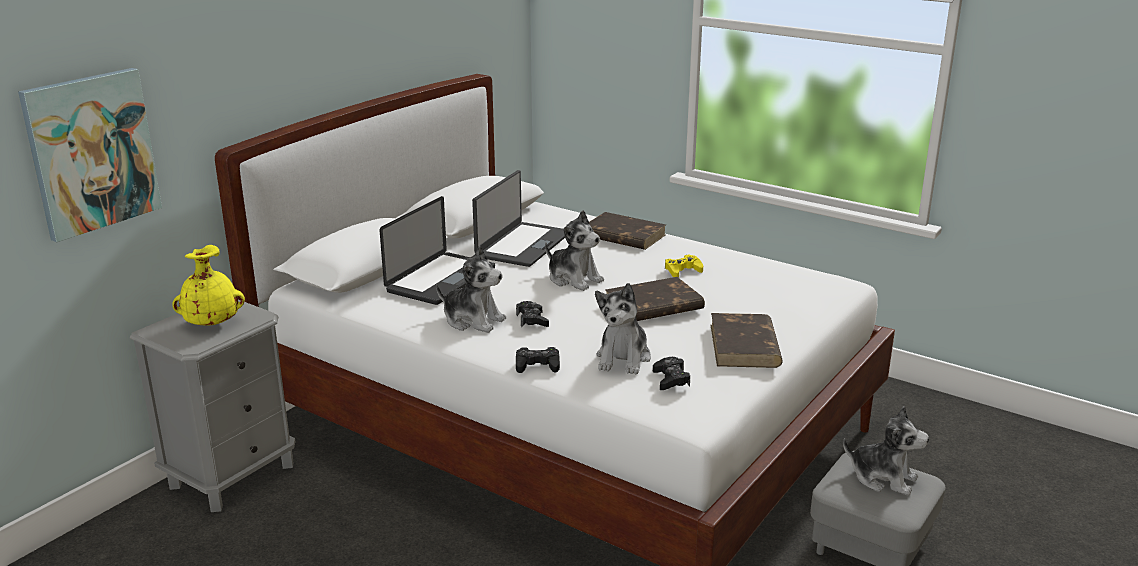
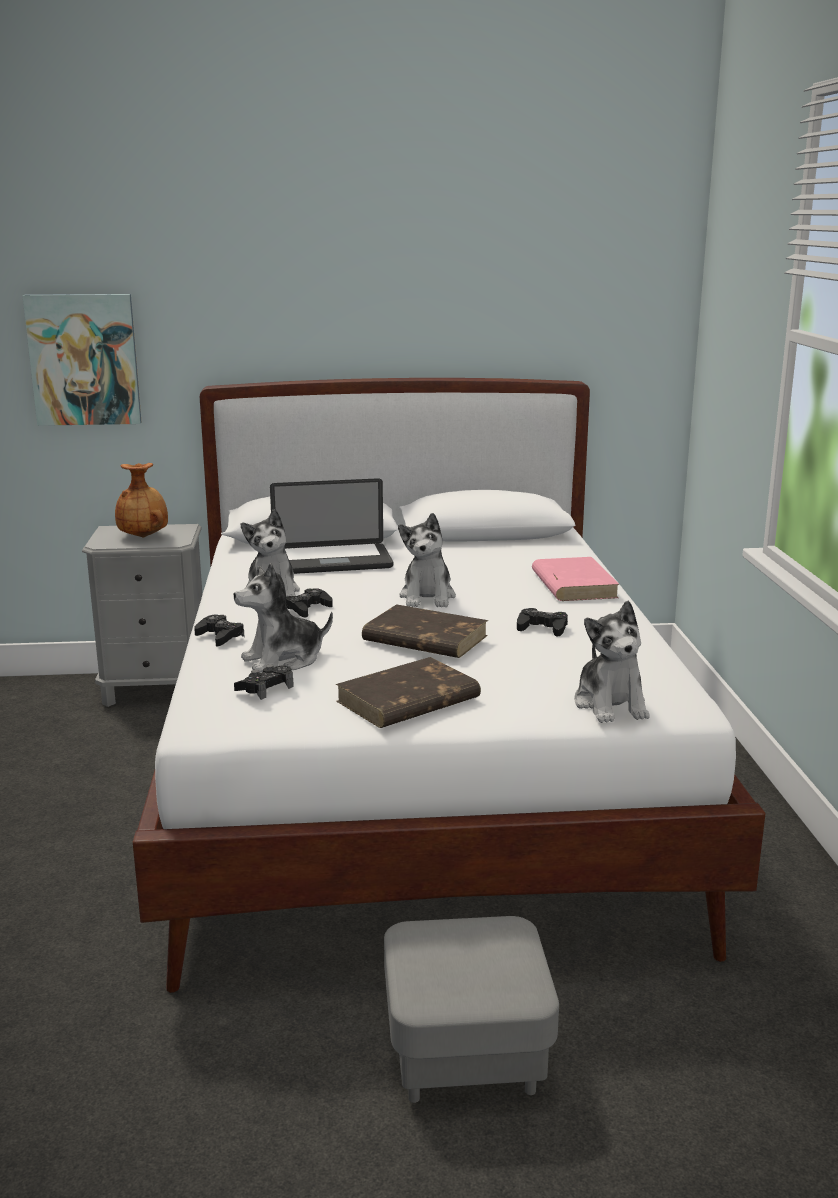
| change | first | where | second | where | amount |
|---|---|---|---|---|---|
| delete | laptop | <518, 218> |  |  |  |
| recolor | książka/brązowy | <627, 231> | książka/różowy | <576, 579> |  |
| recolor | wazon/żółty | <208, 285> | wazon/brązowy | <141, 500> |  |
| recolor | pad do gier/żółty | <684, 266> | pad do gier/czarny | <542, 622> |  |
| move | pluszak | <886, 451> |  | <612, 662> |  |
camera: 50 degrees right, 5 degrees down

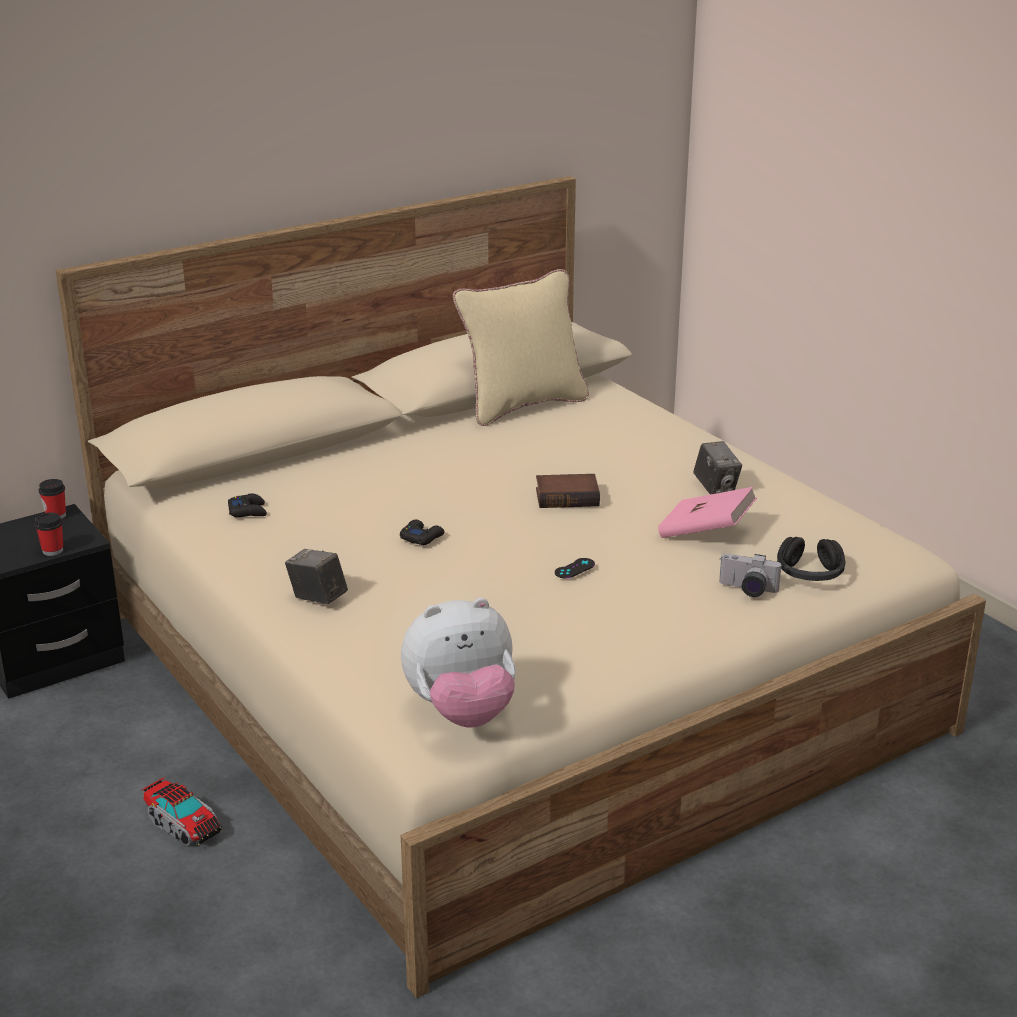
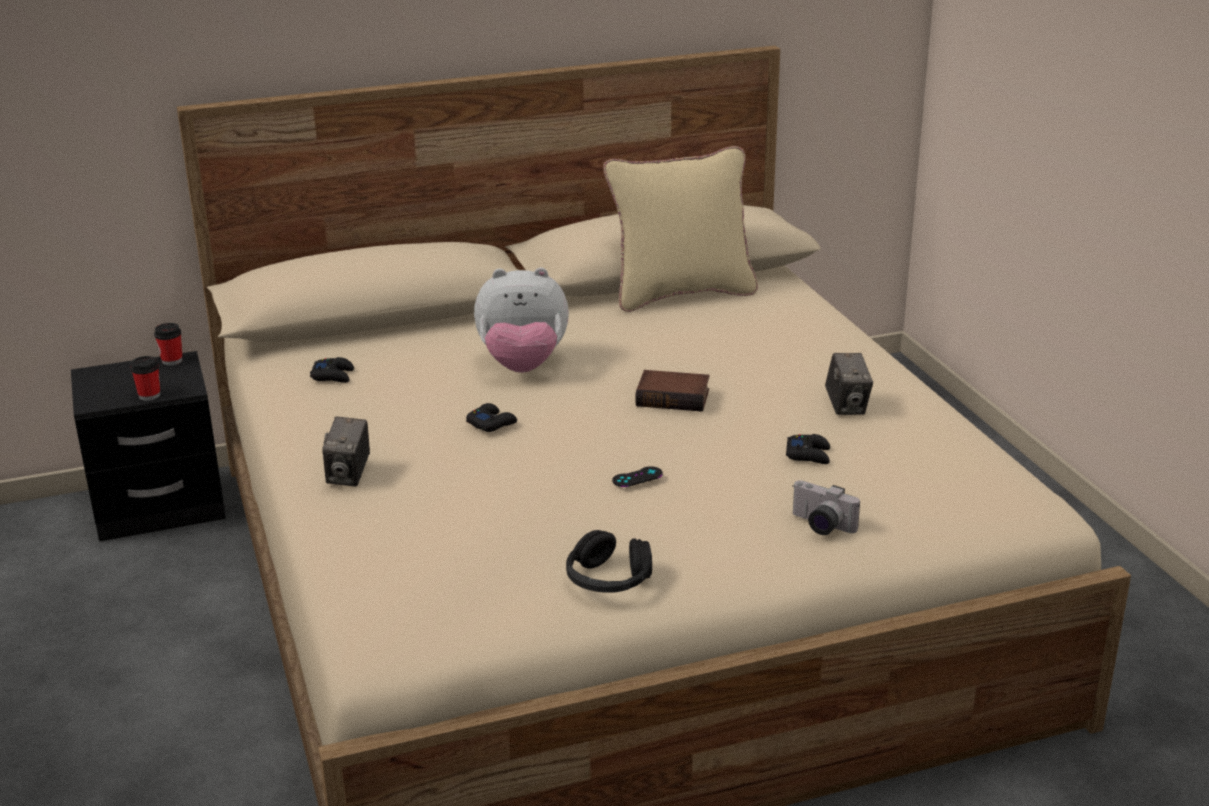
| change | first | where | second | where | amount |
|---|---|---|---|---|---|
| replace | książka/różowy | <707, 512> | pad do gier/czarny | <808, 449> |  |
| move | słuchawki/czarny | <811, 559> |  | <609, 561> |  |
| rotate | aparat fotograficzny | <316, 576> |  | <346, 451> | 135 degrees counterclockwise |
| move | pluszak | <458, 663> |  | <521, 320> |  |
| delete | ciężarówka zabawkowa | <182, 812> |  |  |  |
camera: 15 degrees right, 0 degrees up

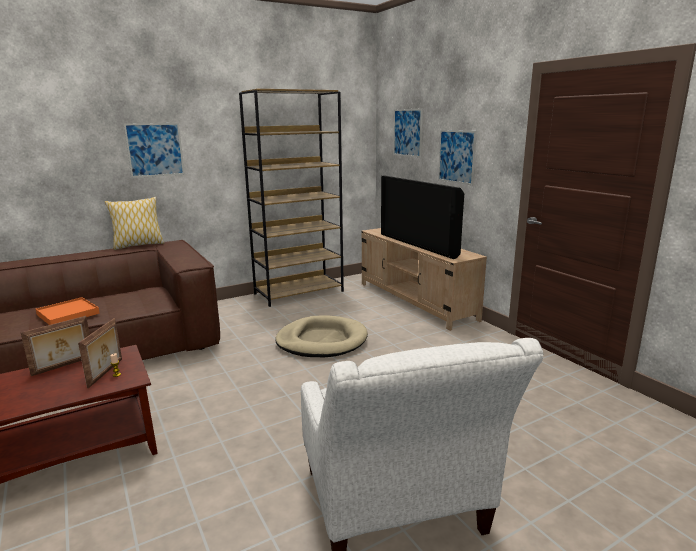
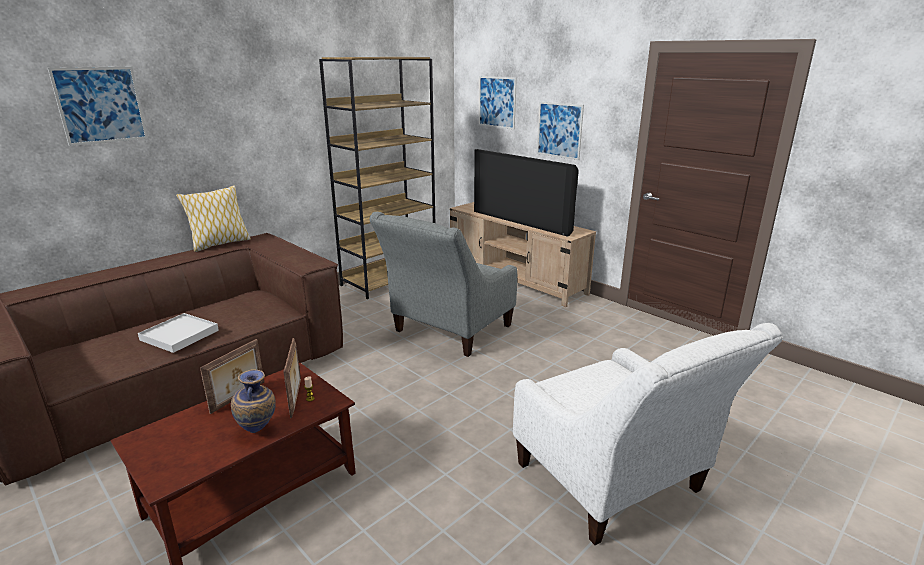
| change | first | where | second | where | amount |
|---|---|---|---|---|---|
| move | obraz | <154, 150> |  | <98, 106> |  |
| recolor | taca/pomarańczowy | <68, 311> | taca/biały | <178, 333> |  |
| replace | legowisko/beżowy | <321, 336> | fotel/szary | <443, 284> |  |
| insert |  |  | wazon | <253, 401> |  |
camera: 15 degrees left, 5 degrees up

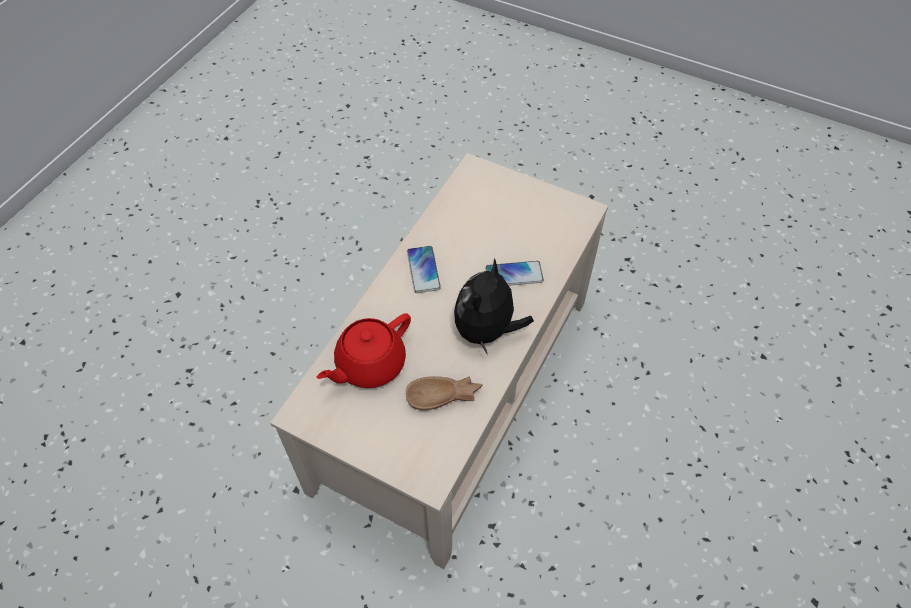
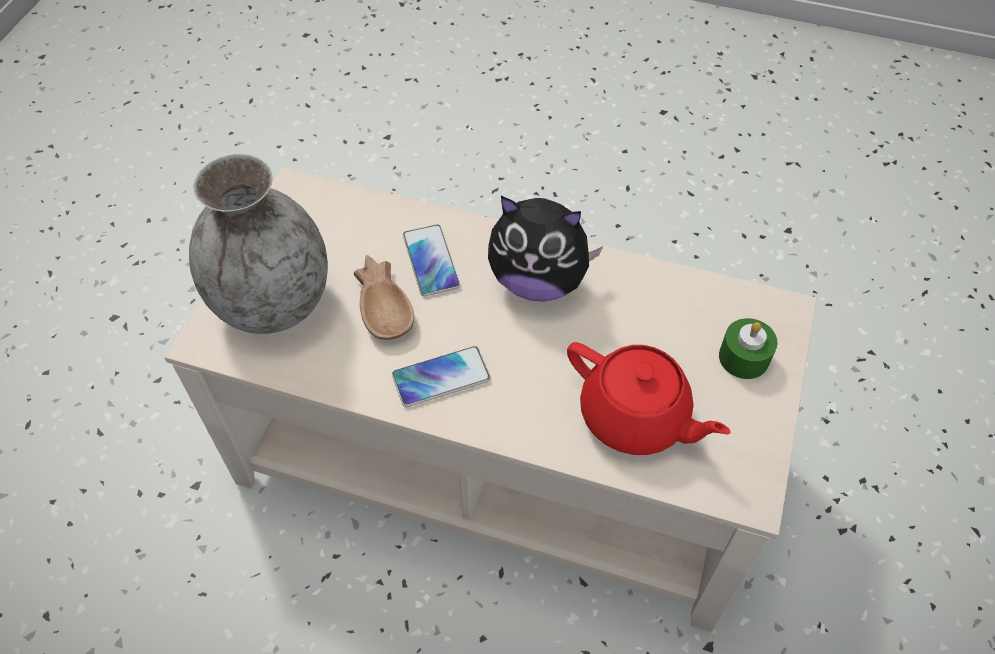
| change | first | where | second | where | amount |
|---|---|---|---|---|---|
| move | miska/brązowy | <444, 393> |  | <384, 297> |  |
| insert |  |  | wazon/szary | <258, 244> |  |
| insert |  |  | świeca/zielony | <748, 348> |  |
camera: 100 degrees left, 0 degrees up

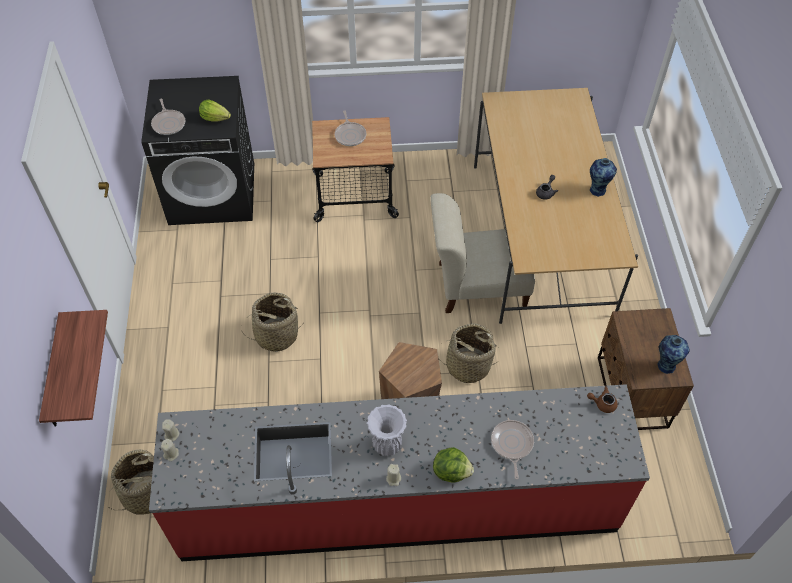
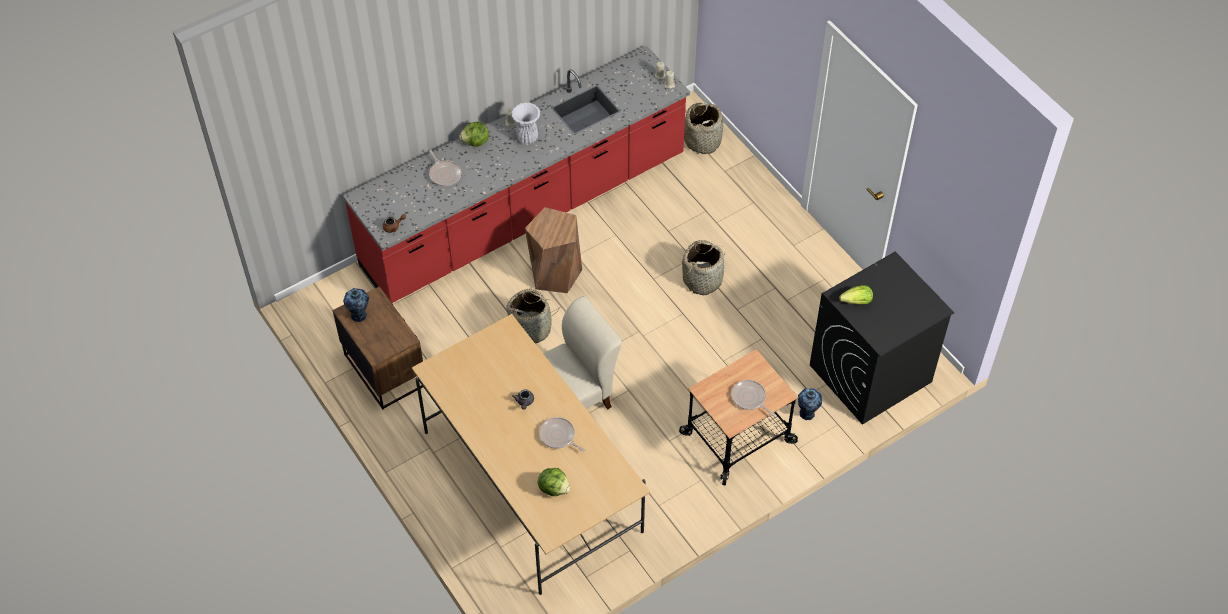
| change | first | where | second | where | amount |
|---|---|---|---|---|---|
| move | patelnia | <168, 116> |  | <562, 434> |  |
| move | wazon | <603, 177> |  | <810, 404> |  |
| delete | półka | <73, 368> |  |  |  |
| insert |  |  | sałata | <554, 482> |  |
camera: 150 degrees right, 0 degrees up

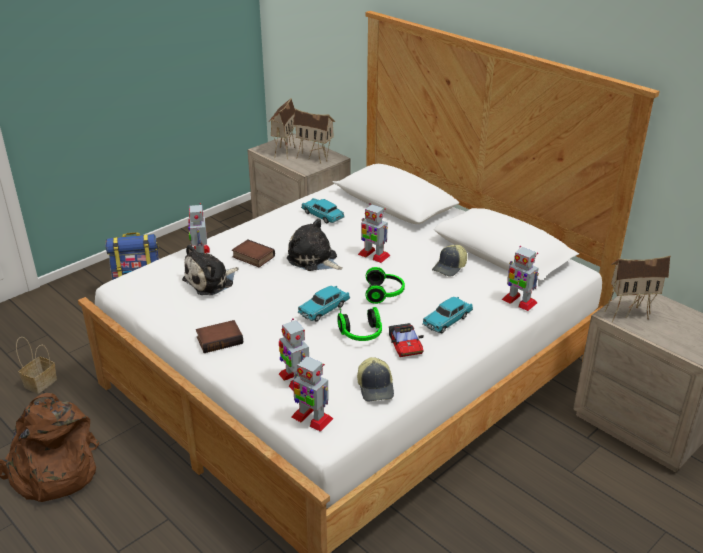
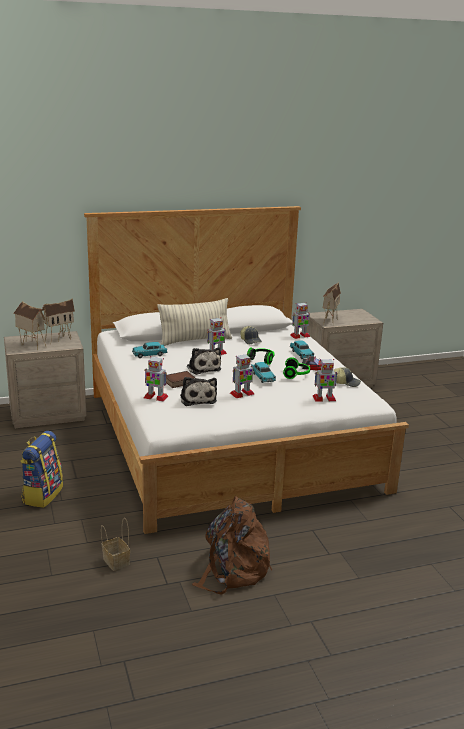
| change | first | where | second | where | amount |
|---|---|---|---|---|---|
| rotate | pluszak | <315, 244> |  | <204, 361> | 90 degrees counterclockwise |
| delete | książka | <219, 336> |  |  |  |
| move | robot zabawkowy | <312, 393> |  | <242, 376> |  |
| insert |  |  | poduszka | <194, 322> |  |
camera: 65 degrees left, 10 degrees down

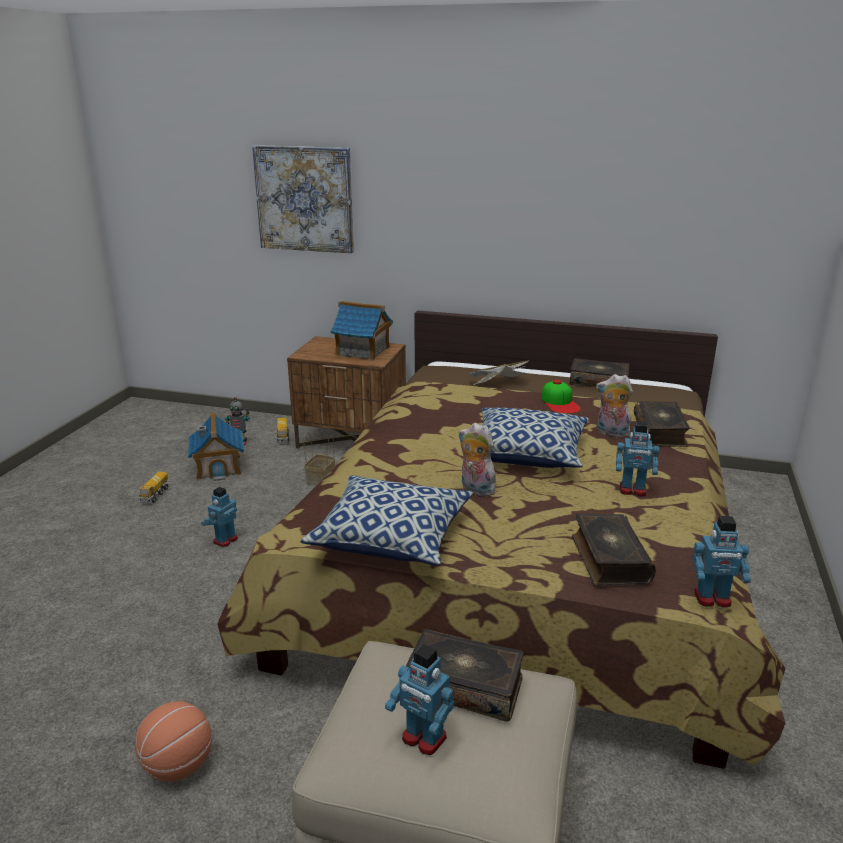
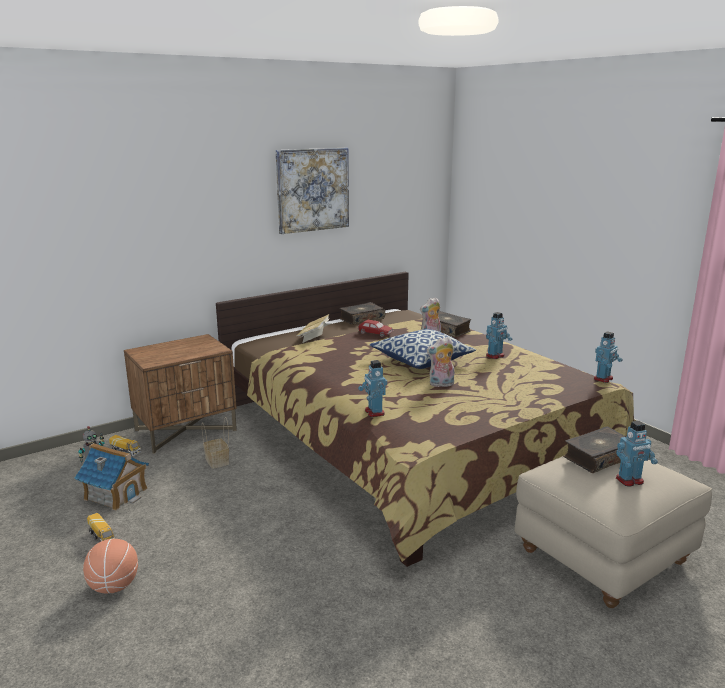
| change | first | where | second | where | amount |
|---|---|---|---|---|---|
| move | obraz | <303, 199> |  | <312, 191> |  |
| delete | domek | <362, 330> |  |  |  |
| replace | czapka z daszkiem | <561, 397> | samochodzik | <376, 328> |  |
| delete | poduszka | <387, 520> |  |  |  |
| move | robot zabawkowy | <219, 517> |  | <372, 388> |  |
| delete | książka | <614, 549> |  |  |  |
| move | piłka do koszykówki | <173, 741> |  | <110, 566> |  |
camera: 50 degrees left, 5 degrees down

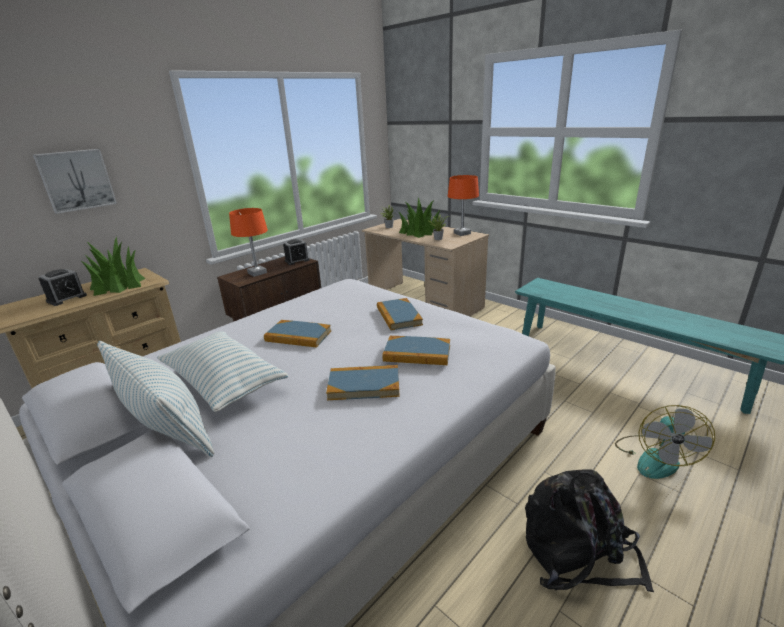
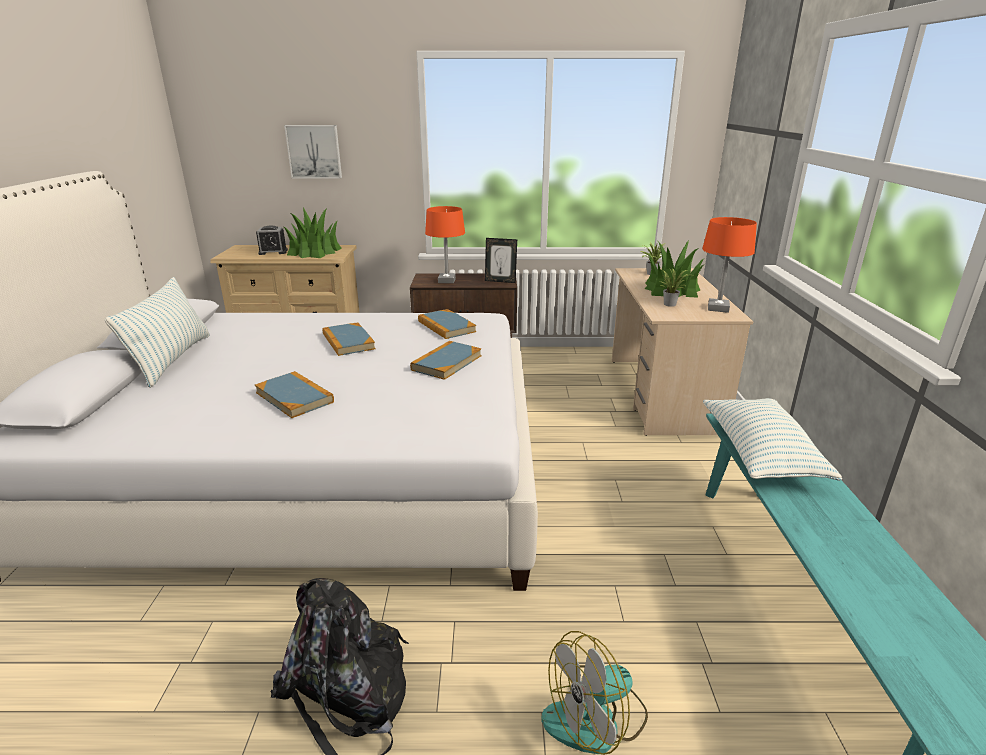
| change | first | where | second | where | amount |
|---|---|---|---|---|---|
| replace | budzik | <296, 252> | ramka na zdjęcie | <501, 260> |  |
| move | poduszka | <223, 371> |  | <772, 439> |  |
| move | książka | <416, 350> |  | <447, 324> |  |
camera: 45 degrees right, 0 degrees up

